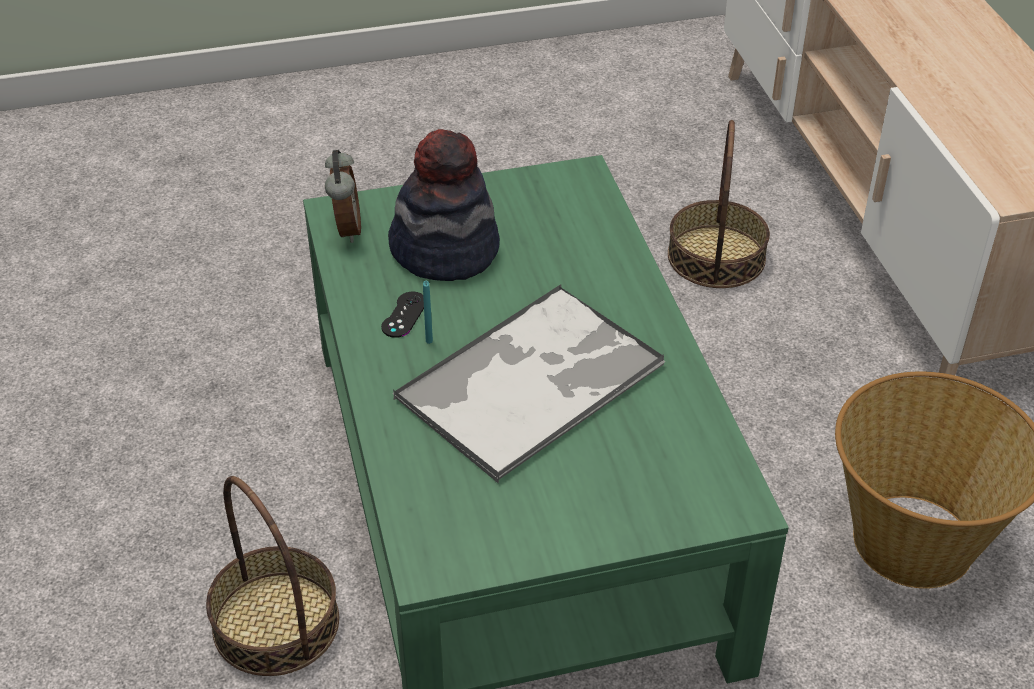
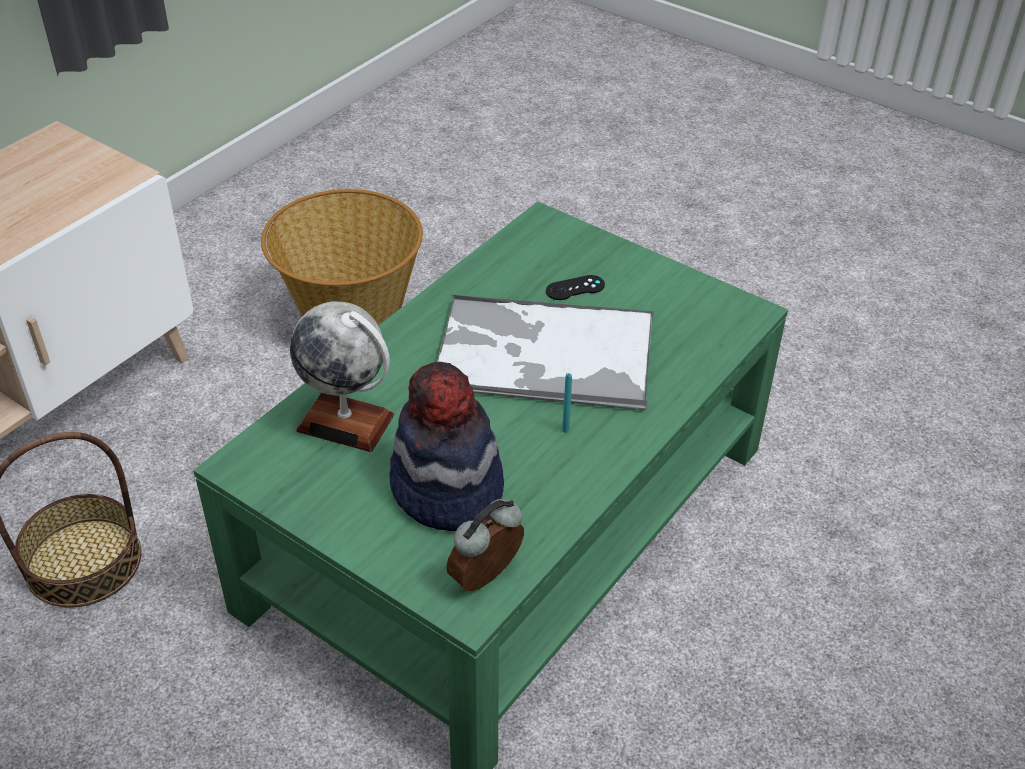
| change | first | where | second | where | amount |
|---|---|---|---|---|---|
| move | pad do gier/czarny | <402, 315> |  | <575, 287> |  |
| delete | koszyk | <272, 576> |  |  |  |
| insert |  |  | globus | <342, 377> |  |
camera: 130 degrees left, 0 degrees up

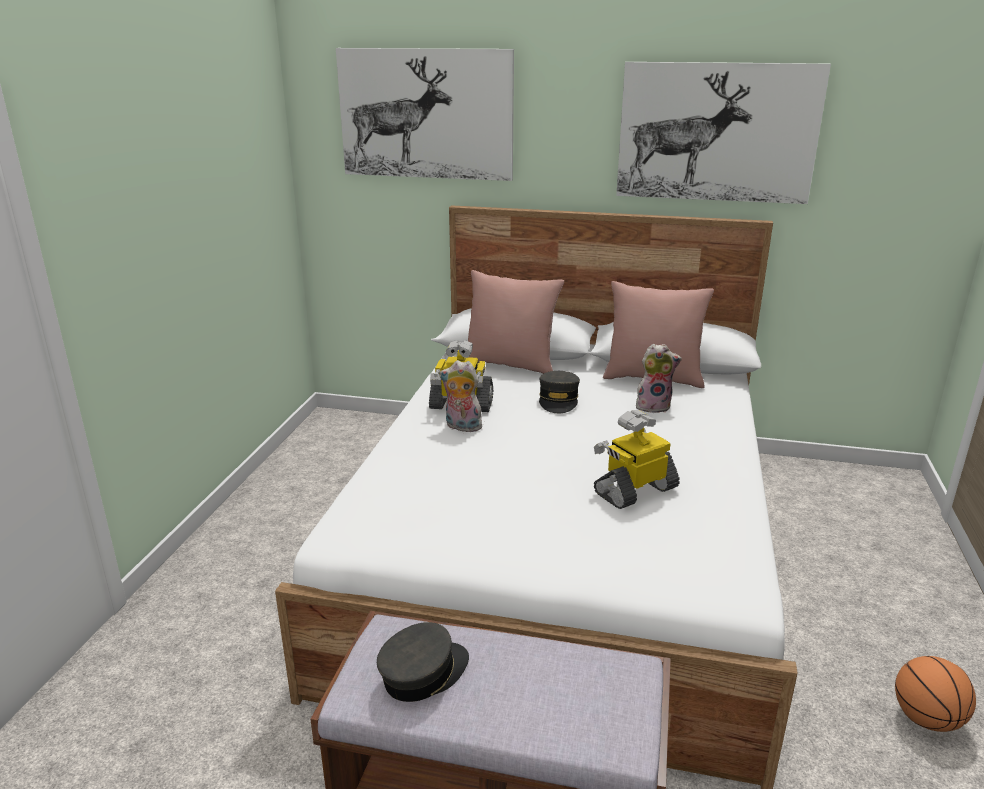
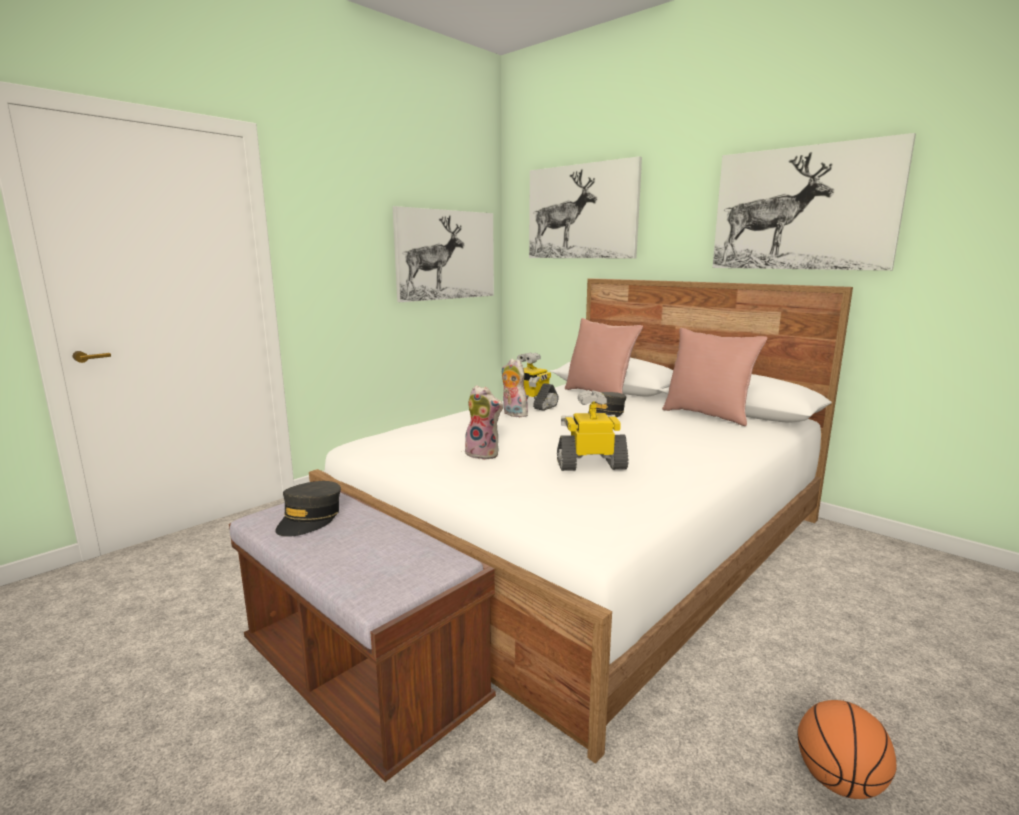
| change | first | where | second | where | amount |
|---|---|---|---|---|---|
| move | pluszak | <659, 378> |  | <484, 422> |  |
| rotate | czapka z daszkiem/szary | <423, 662> |  | <308, 509> | 120 degrees clockwise |
| insert |  |  | obraz | <443, 254> |  |
camera: 30 degrees right, 10 degrees down

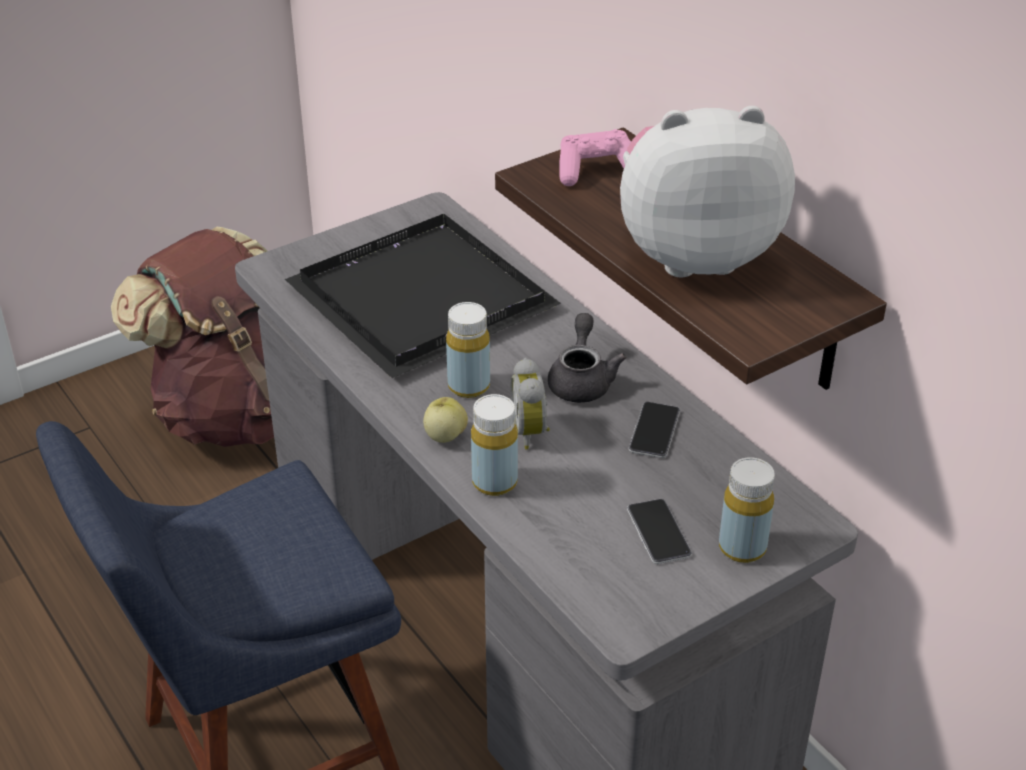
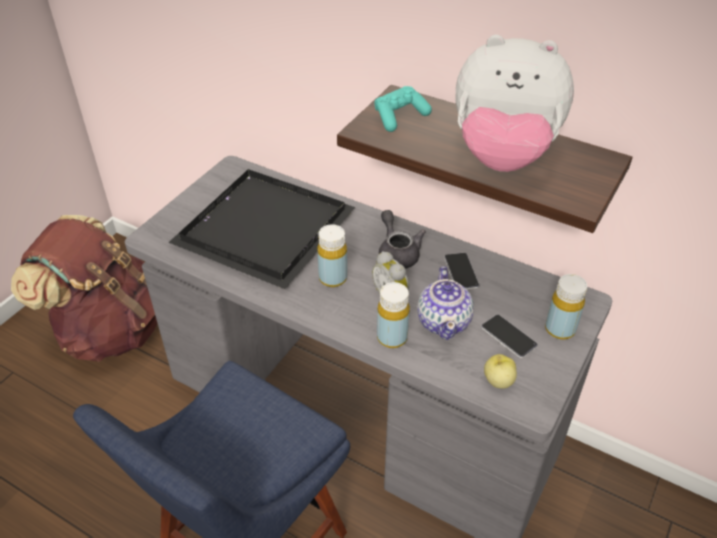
| change | first | where | second | where | amount |
|---|---|---|---|---|---|
| rotate | pluszak | <707, 191> |  | <515, 103> | 135 degrees counterclockwise |
| recolor | pad do gier/różowy | <595, 157> | pad do gier/turkusowy | <403, 109> |  |
| move | jabłko | <445, 420> |  | <500, 371> |  |
| insert |  |  | imbryk | <445, 303> |  |
camera: 25 degrees left, 5 degrees up

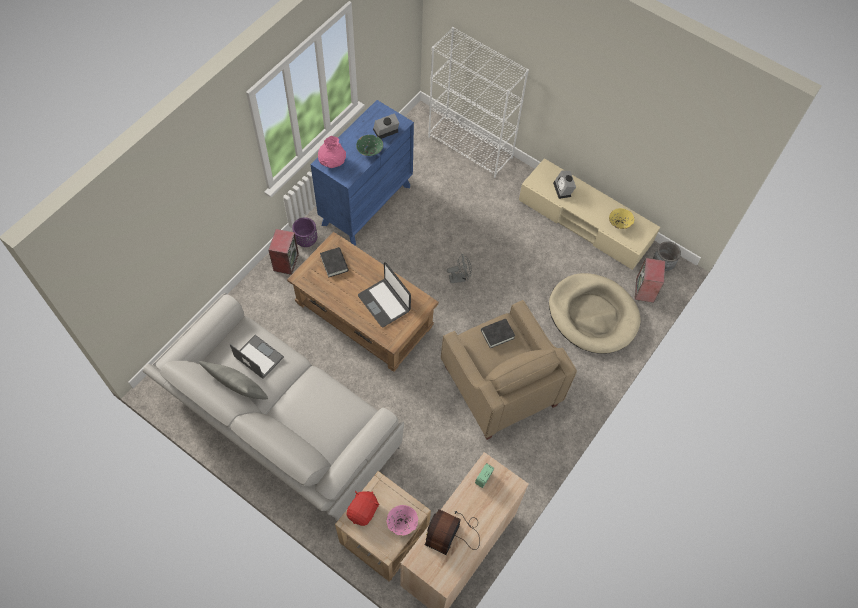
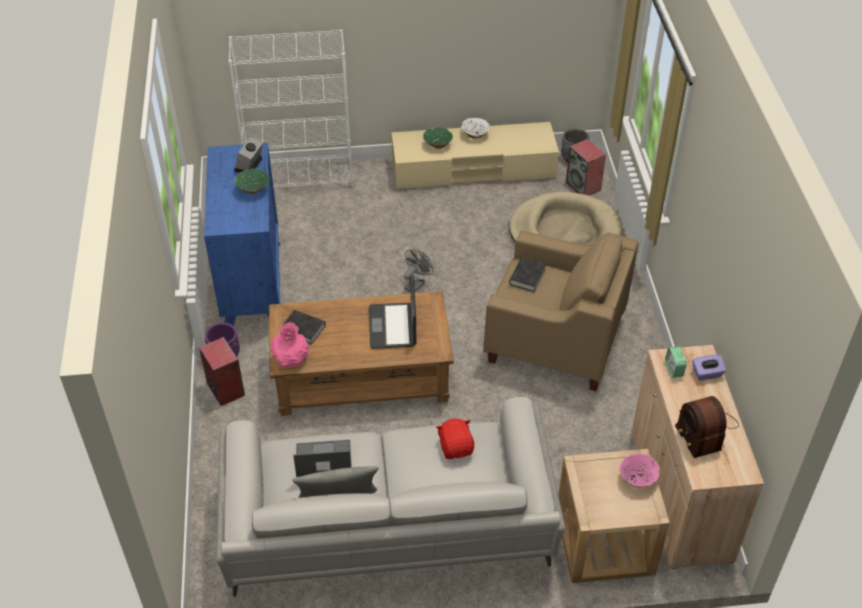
| change | first | where | second | where | amount |
|---|---|---|---|---|---|
| move | wazon/różowy | <332, 152> |  | <290, 345> |  |
| replace | budzik | <564, 185> | miska/zielony | <438, 138> |  |
| delete | miska/żółty | <621, 218> |  |  |  |
| rotate | laptop | <384, 294> |  | <393, 311> | 75 degrees clockwise |
| move | pluszak/czerwony | <363, 508> |  | <455, 439> |  |
| insert |  |  | miska/biały | <475, 128> |  |
| insert |  |  | pudełko chusteczek/fioletowy | <709, 367> |  |
camera: 40 degrees left, 15 degrees down

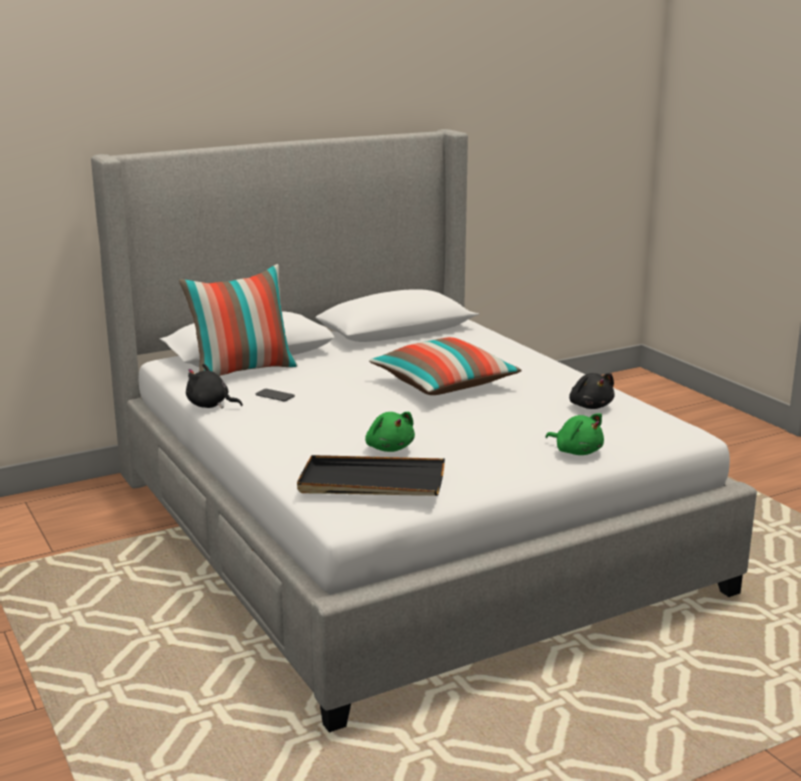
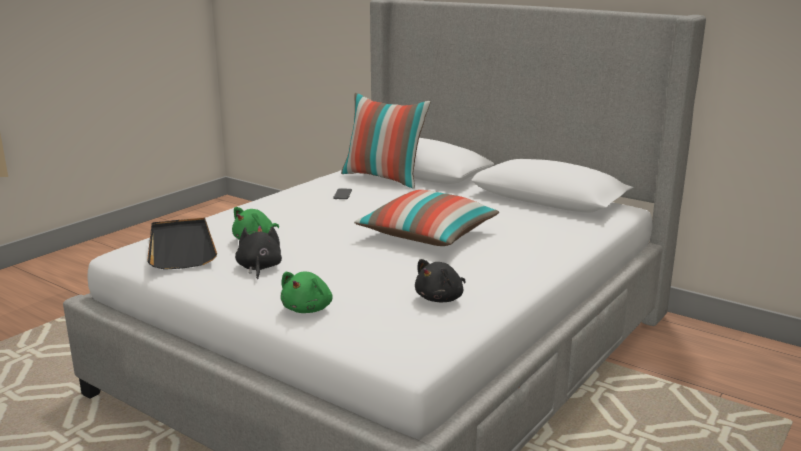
| change | first | where | second | where | amount |
|---|---|---|---|---|---|
| move | pluszak/czarny | <214, 386> |  | <258, 252> |  |
camera: 65 degrees right, 0 degrees up

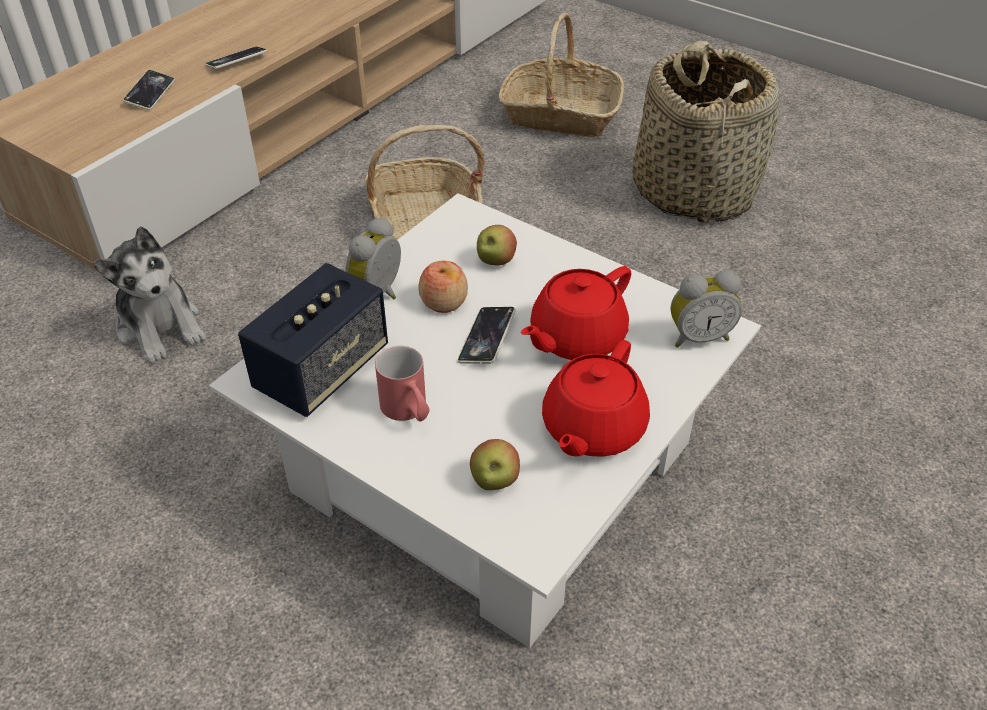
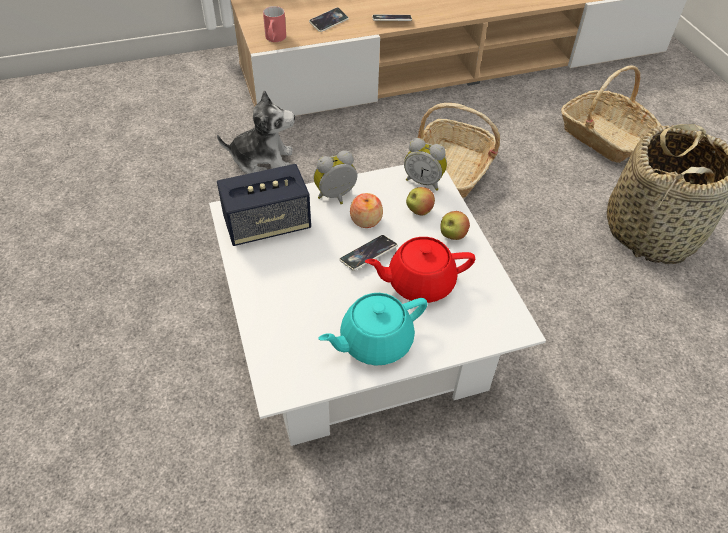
| change | first | where | second | where | amount |
|---|---|---|---|---|---|
| rotate | pluszak | <149, 295> |  | <256, 132> | 90 degrees counterclockwise |
| move | budzik | <706, 309> |  | <425, 164> |  |
| recolor | imbryk/czerwony | <596, 398> | imbryk/turkusowy | <373, 329> |  |
| move | kubek/czerwony | <402, 383> |  | <274, 24> |  |
| move | jabłko | <495, 464> |  | <455, 225> |  |
camera: 35 degrees right, 5 degrees up

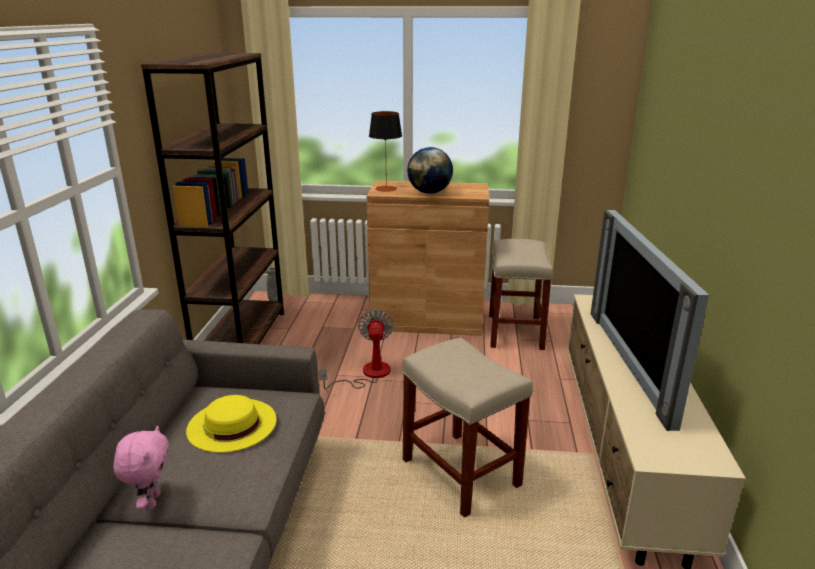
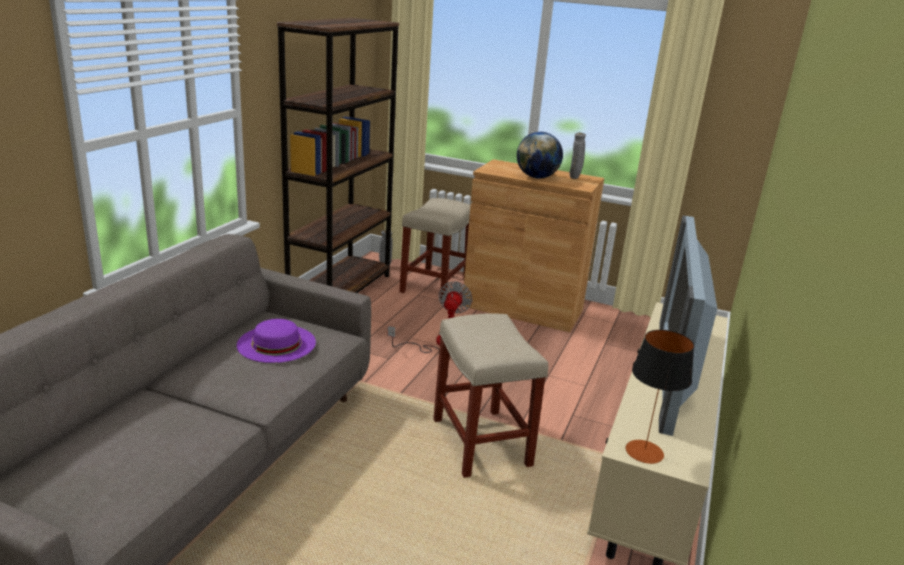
| change | first | where | second | where | amount |
|---|---|---|---|---|---|
| move | lampa stołowa | <385, 151> |  | <660, 397> |  |
| move | stołek/beżowy | <521, 294> |  | <434, 249> |  |
| recolor | kapelusz/żółty | <231, 424> | kapelusz/fioletowy | <276, 341> |  |
| delete | pluszak/różowy | <141, 467> |  |  |  |
| insert |  |  | wazon/szary | <578, 156> |  |
camera: 15 degrees right, 0 degrees up

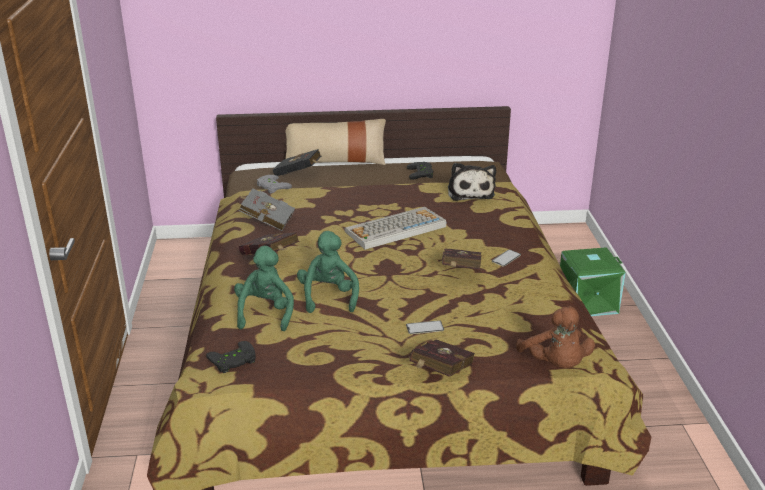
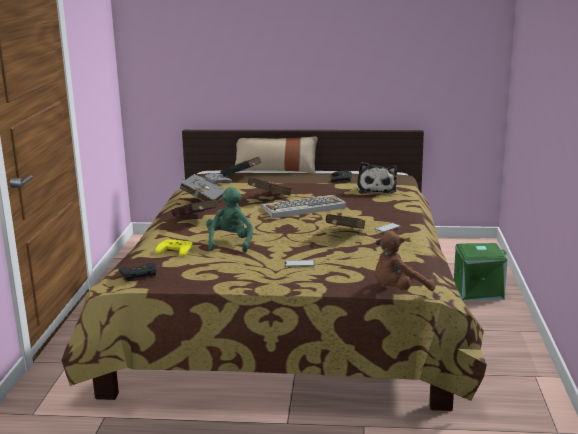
| change | first | where | second | where | amount |
|---|---|---|---|---|---|
| replace | pluszak/zielony | <264, 288> | pad do gier/żółty | <174, 248> |  |
| rotate | pluszak/brązowy | <555, 337> |  | <405, 261> | 75 degrees clockwise |
| move | książka/czerwony | <442, 358> |  | <270, 187> |  |
camera: 10 degrees right, 10 degrees down

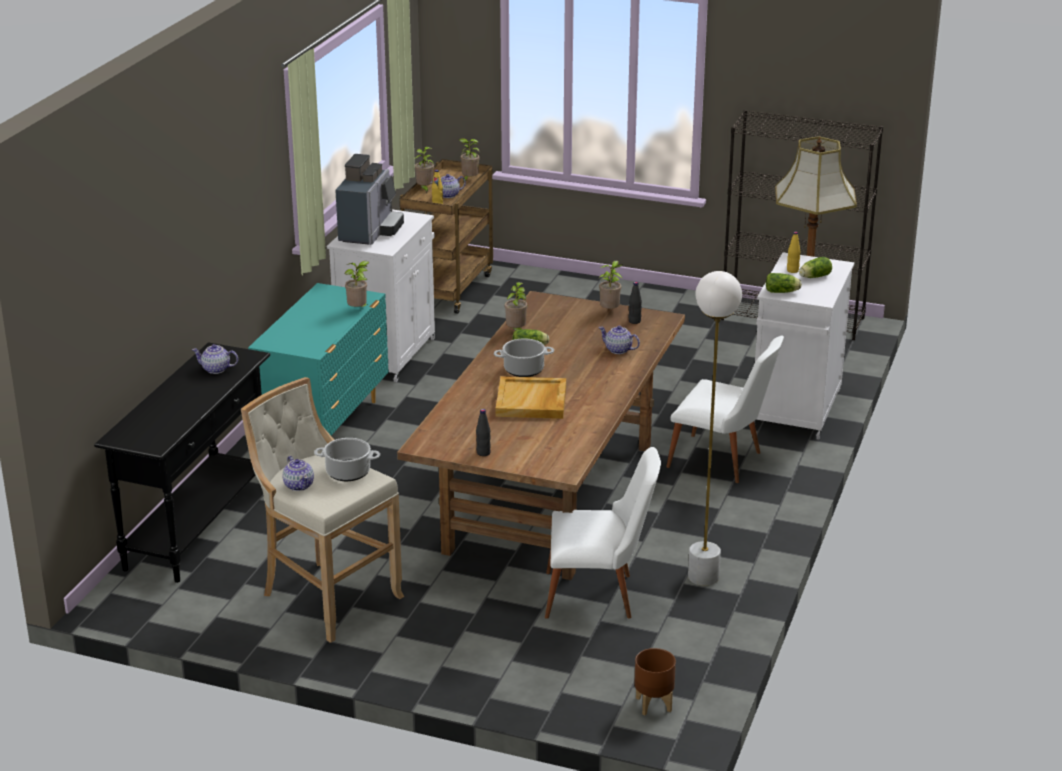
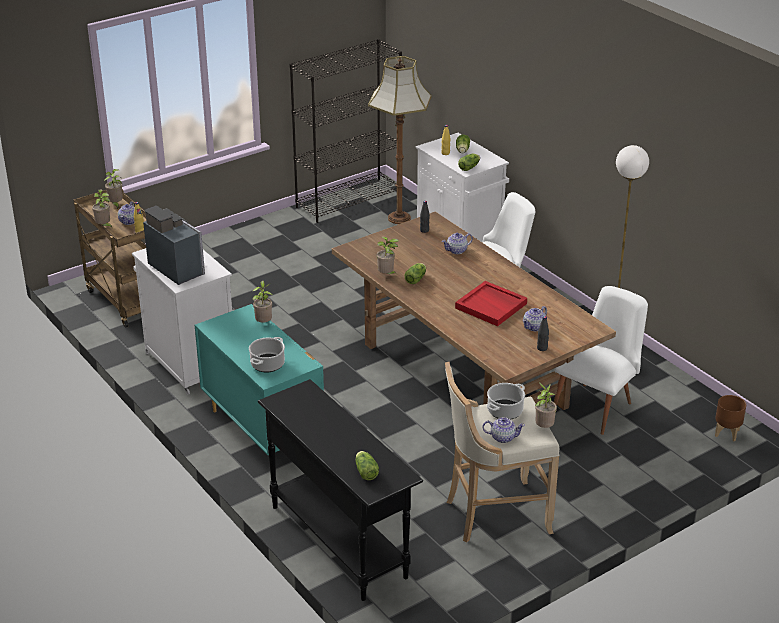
| change | first | where | second | where | amount |
|---|---|---|---|---|---|
| move | roślina doniczkowa | <611, 284> |  | <546, 405> |  |
| move | garnek | <524, 357> |  | <267, 354> |  |
| move | imbryk | <215, 359> |  | <535, 318> |  |
| recolor | taca/beżowy | <530, 397> | taca/czerwony | <491, 303> |  |
| insert |  |  | sałata | <367, 465> |  |
camera: 55 degrees left, 5 degrees up

